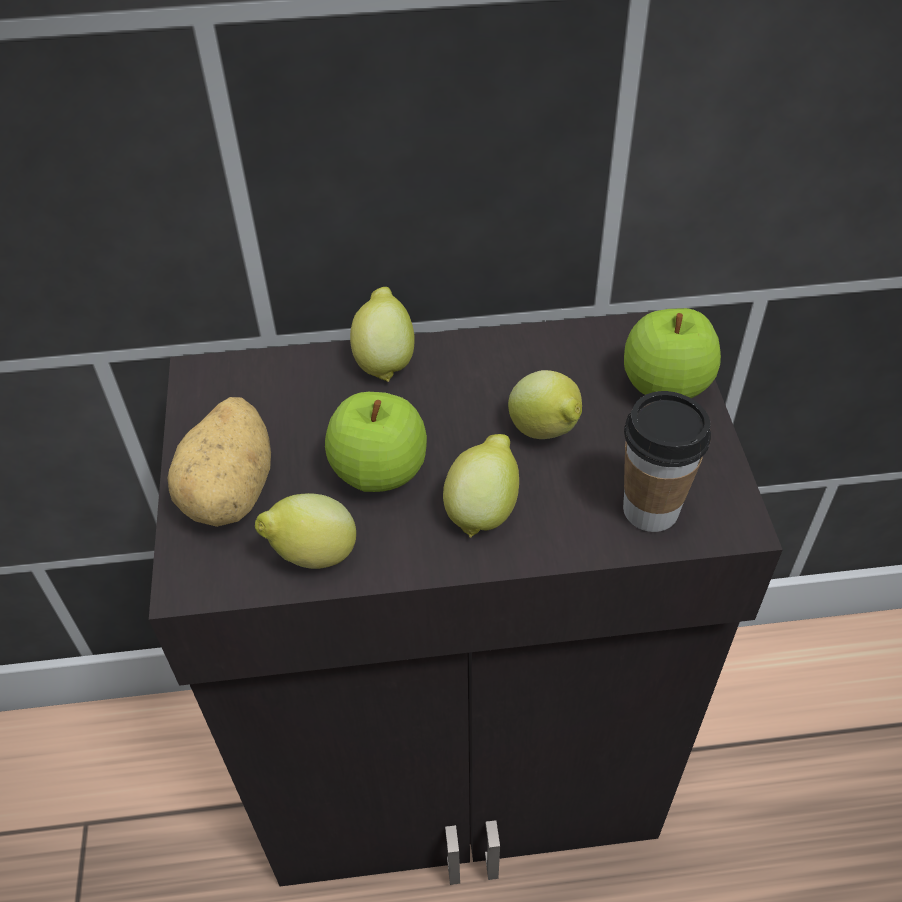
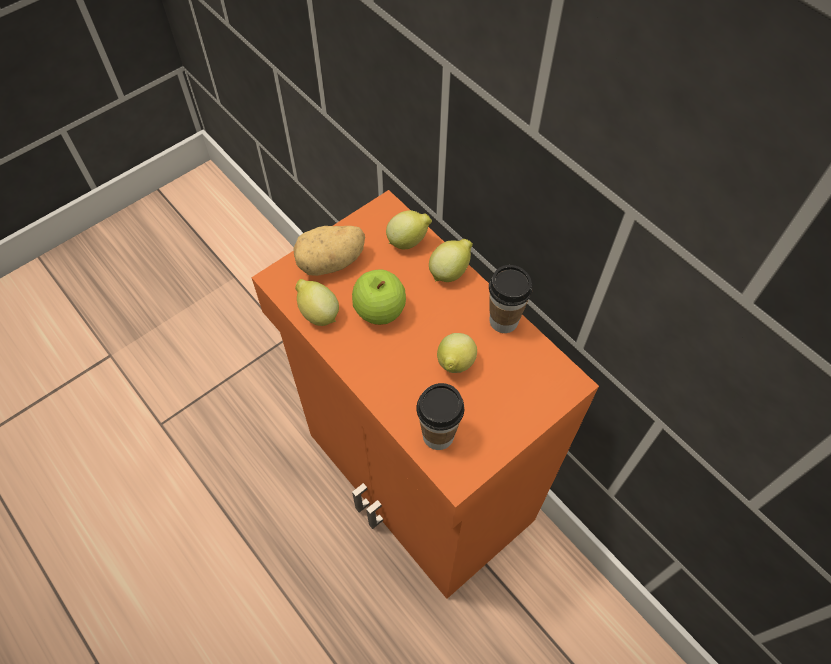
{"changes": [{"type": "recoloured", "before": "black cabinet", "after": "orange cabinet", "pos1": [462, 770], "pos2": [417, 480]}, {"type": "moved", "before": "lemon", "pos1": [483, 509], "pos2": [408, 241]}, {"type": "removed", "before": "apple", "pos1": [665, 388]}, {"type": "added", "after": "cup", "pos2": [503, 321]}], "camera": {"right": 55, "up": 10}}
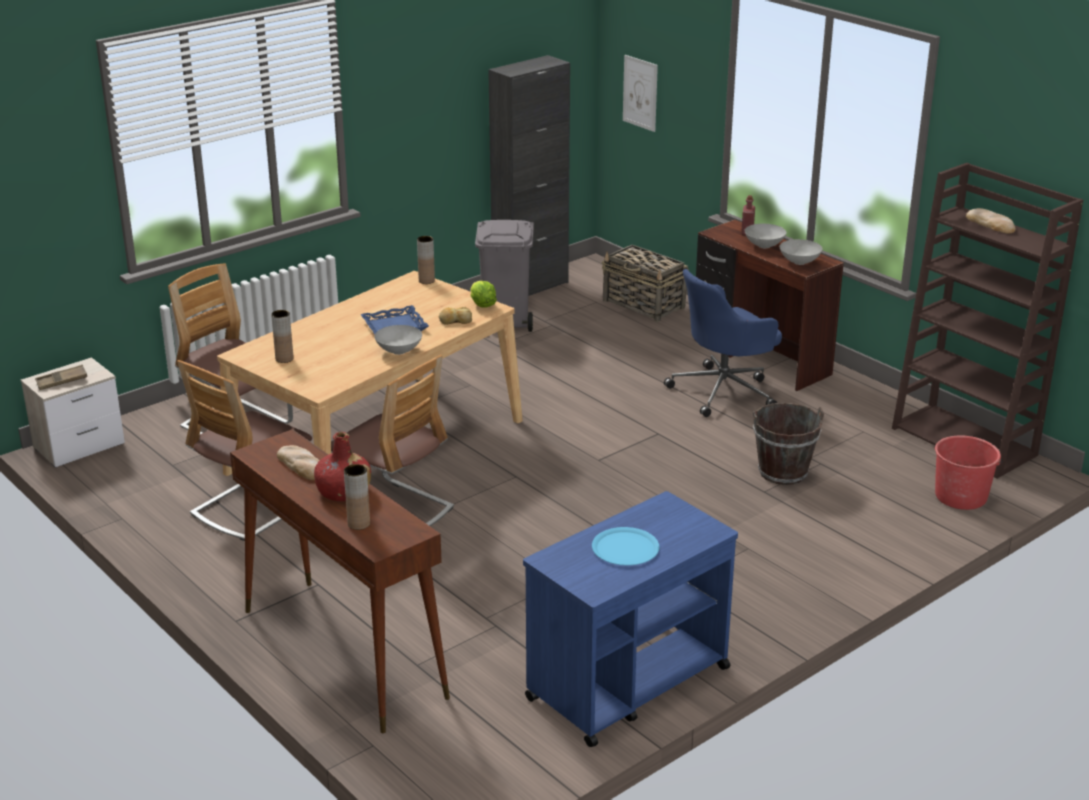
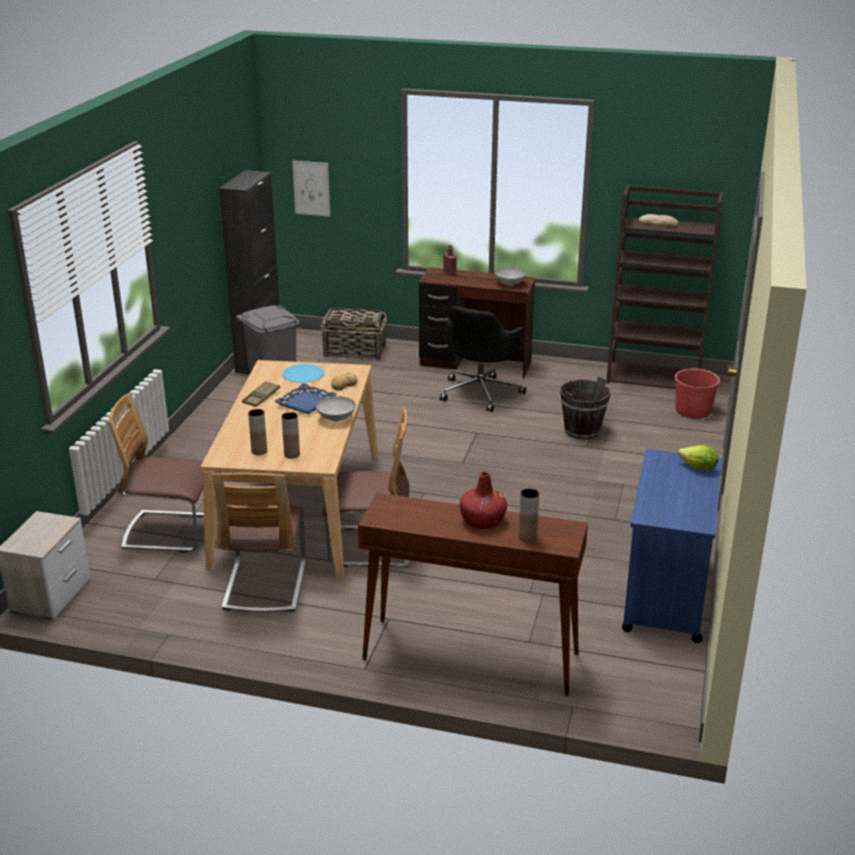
{"changes": [{"type": "moved", "before": "brown tray", "pos1": [62, 381], "pos2": [261, 397]}, {"type": "removed", "before": "bread", "pos1": [301, 466]}, {"type": "moved", "before": "brown vase", "pos1": [426, 281], "pos2": [292, 454]}, {"type": "moved", "before": "lettuce", "pos1": [482, 305], "pos2": [698, 468]}, {"type": "moved", "before": "blue plate", "pos1": [625, 548], "pos2": [303, 374]}, {"type": "recoloured", "before": "blue office chair", "after": "black office chair", "pos1": [724, 391], "pos2": [481, 392]}, {"type": "removed", "before": "grey bowl", "pos1": [763, 245]}], "camera": {"right": -35, "up": 0}}
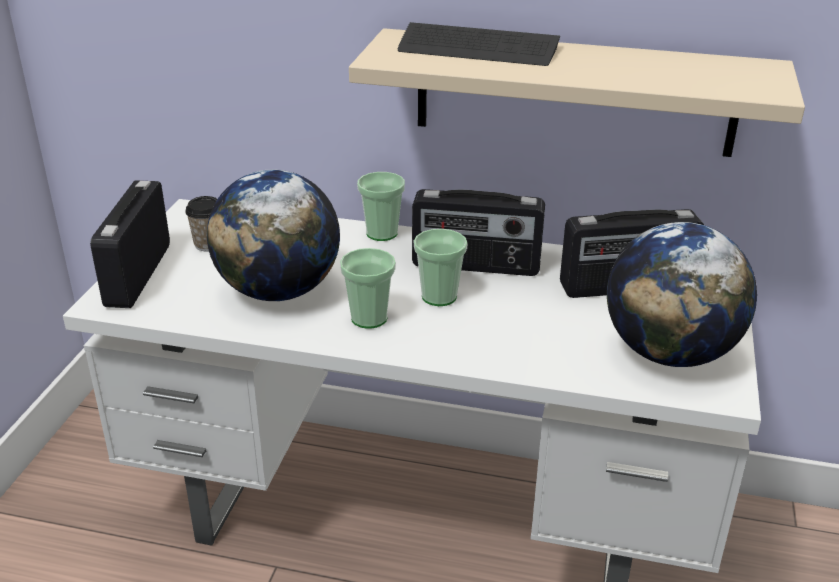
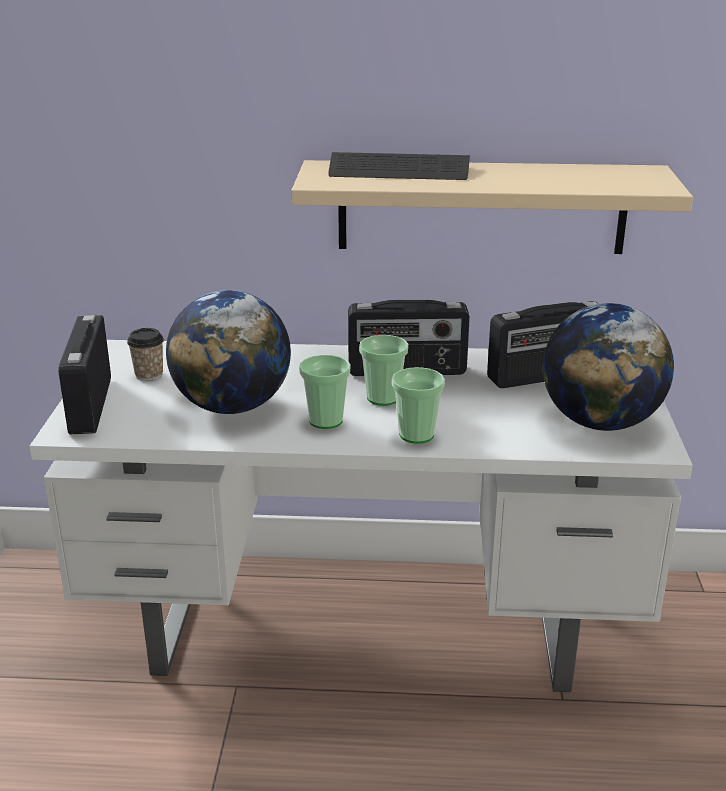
{"changes": [{"type": "moved", "before": "cup", "pos1": [382, 233], "pos2": [416, 435]}], "camera": {"right": -10, "up": -5}}
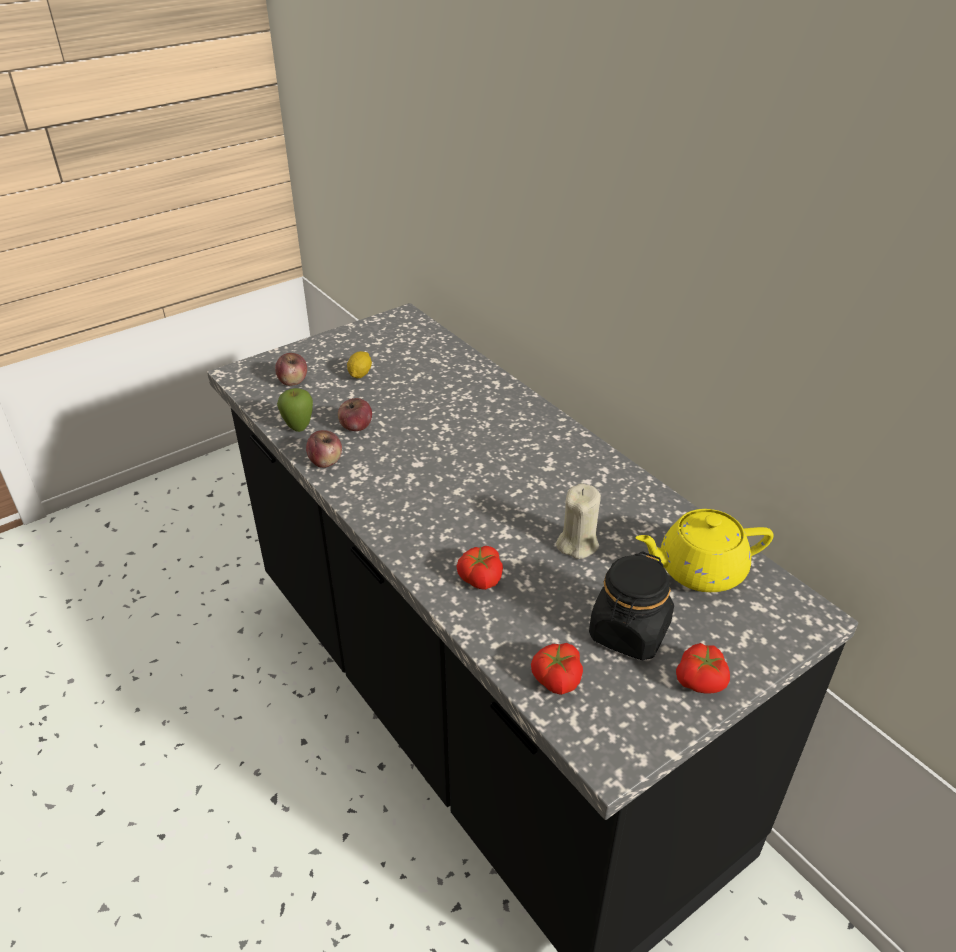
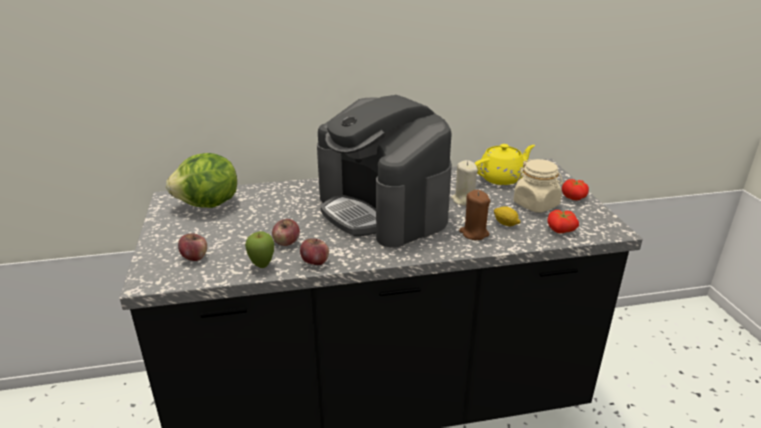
{"changes": [{"type": "moved", "before": "lemon", "pos1": [360, 374], "pos2": [505, 224]}, {"type": "replaced", "before": "tomato", "after": "brown candle", "pos1": [479, 578], "pos2": [474, 233]}, {"type": "recoloured", "before": "black jar", "after": "beige jar", "pos1": [629, 632], "pos2": [536, 204]}, {"type": "turned", "before": "yellow teapot", "pos1": [699, 570], "pos2": [502, 178], "turn": -135}, {"type": "added", "after": "lettuce", "pos2": [208, 205]}, {"type": "added", "after": "coffee machine", "pos2": [383, 210]}], "camera": {"right": -65, "up": -10}}
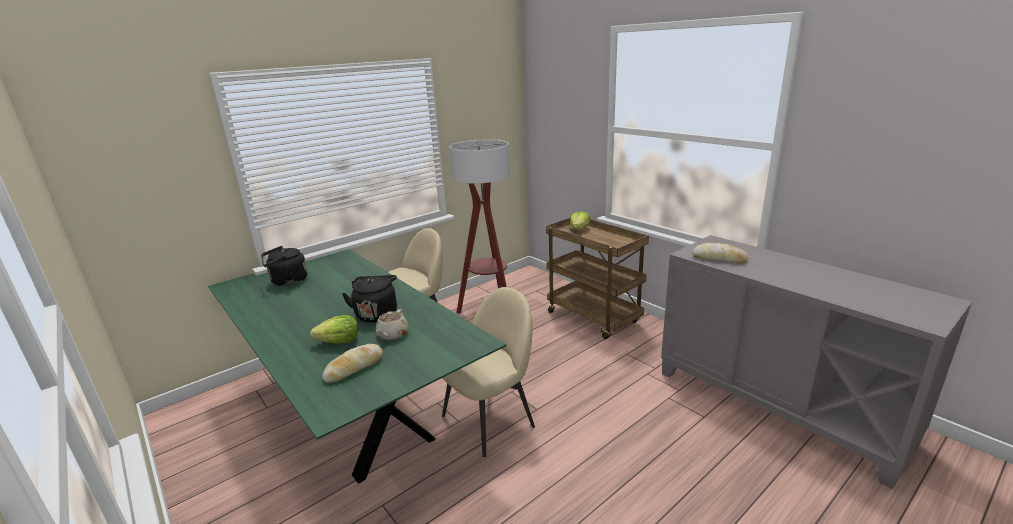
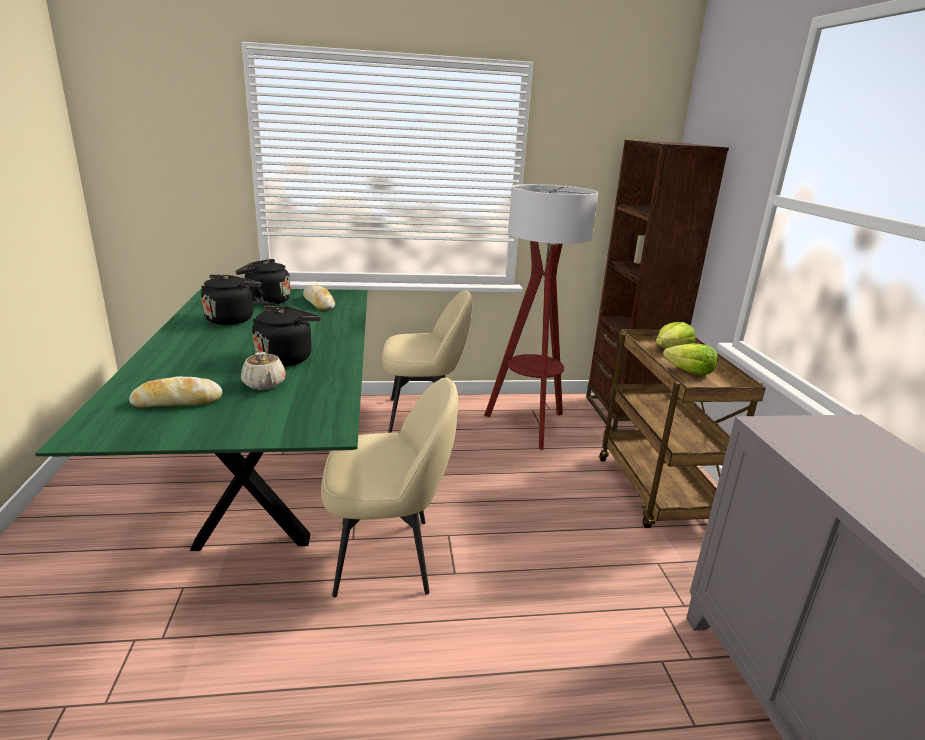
{"changes": [{"type": "moved", "before": "lettuce", "pos1": [339, 341], "pos2": [689, 372]}, {"type": "turned", "before": "beige teapot", "pos1": [392, 335], "pos2": [264, 384], "turn": -75}, {"type": "moved", "before": "bread", "pos1": [719, 258], "pos2": [319, 303]}, {"type": "added", "after": "black kettle", "pos2": [232, 319]}, {"type": "added", "after": "brown bookcase", "pos2": [624, 414]}], "camera": {"right": 30, "up": 0}}
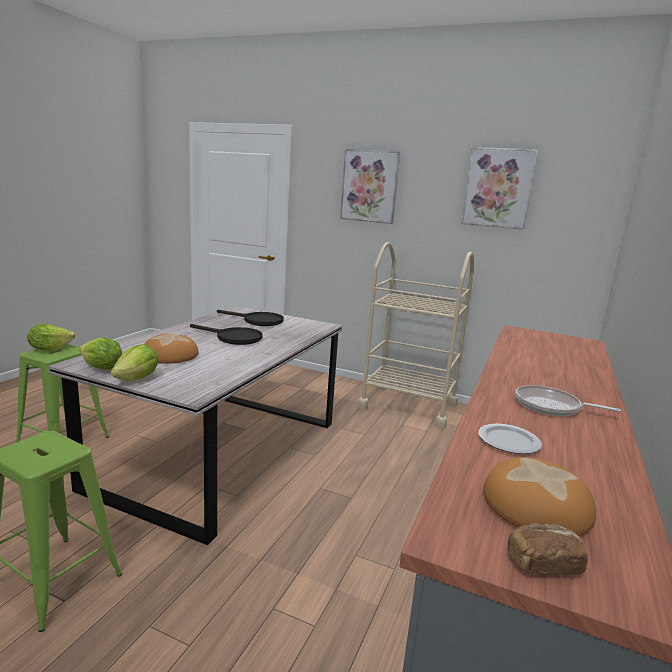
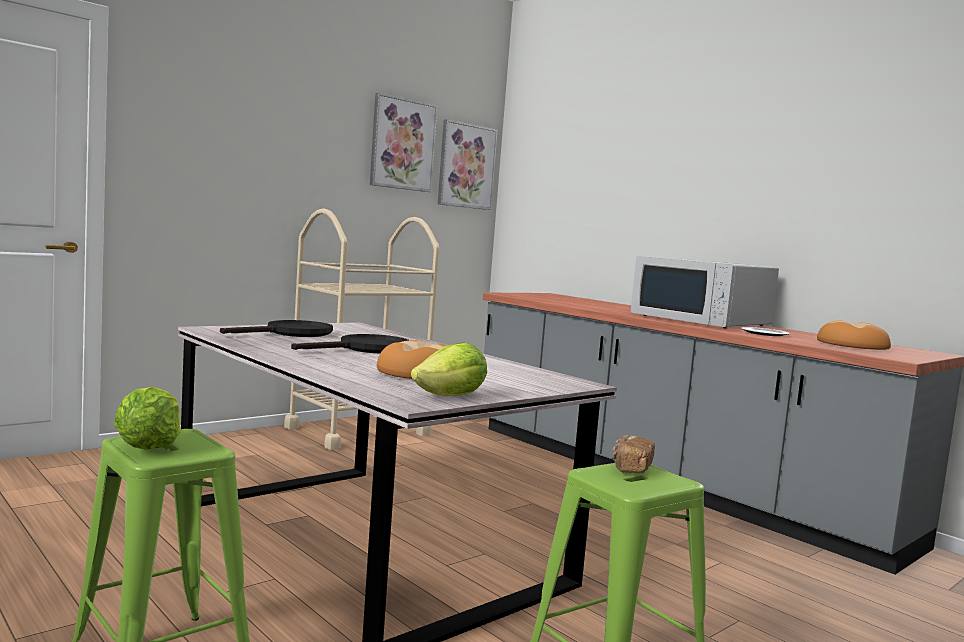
{"changes": [{"type": "removed", "before": "lettuce", "pos1": [137, 379]}, {"type": "moved", "before": "picture", "pos1": [369, 186], "pos2": [466, 166]}, {"type": "moved", "before": "bread", "pos1": [542, 563], "pos2": [631, 468]}, {"type": "replaced", "before": "frying pan", "after": "white microwave", "pos1": [551, 407], "pos2": [701, 321]}], "camera": {"right": -65, "up": -10}}
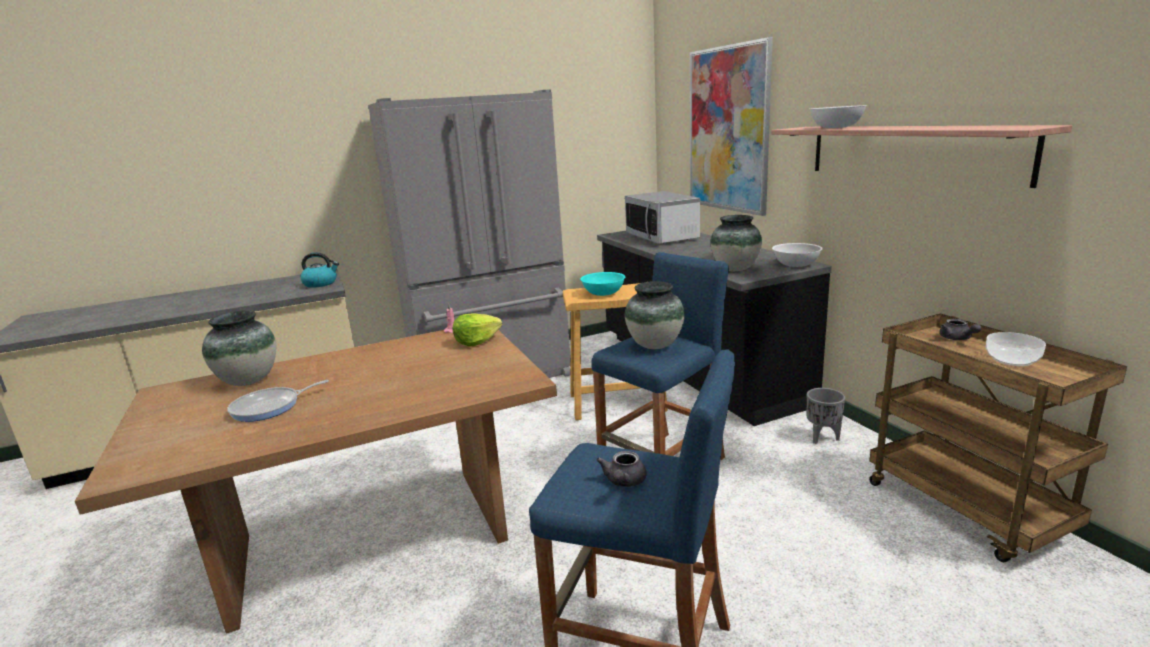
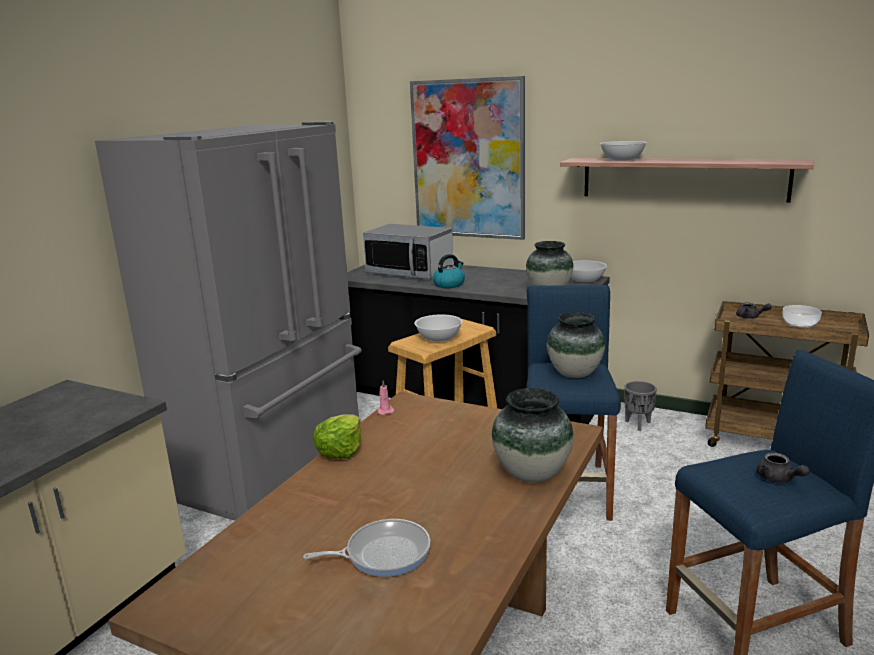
{"changes": [{"type": "moved", "before": "vase", "pos1": [248, 381], "pos2": [532, 475]}, {"type": "turned", "before": "frying pan", "pos1": [270, 407], "pos2": [383, 553], "turn": -120}, {"type": "moved", "before": "kettle", "pos1": [321, 283], "pos2": [449, 284]}, {"type": "moved", "before": "lettuce", "pos1": [476, 341], "pos2": [340, 450]}, {"type": "recoloured", "before": "turquoise bowl", "after": "white bowl", "pos1": [604, 293], "pos2": [439, 338]}], "camera": {"right": -40, "up": 0}}
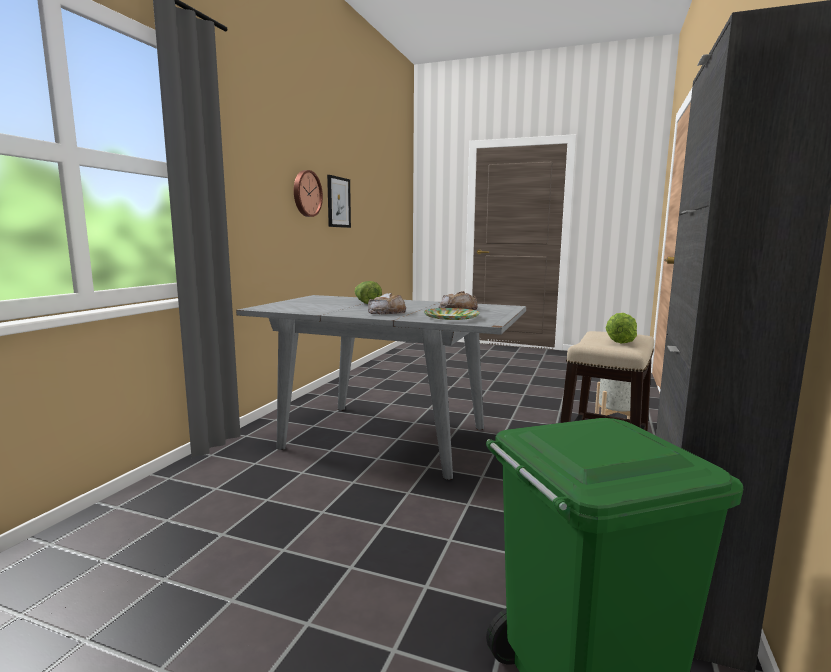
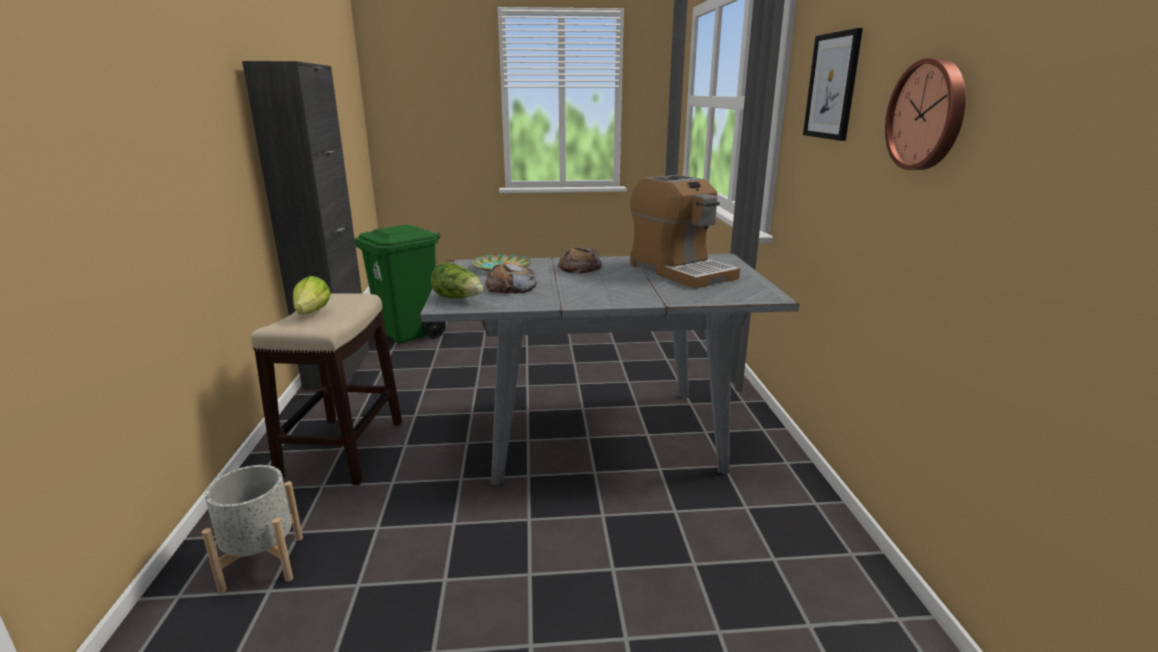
{"changes": [{"type": "moved", "before": "picture", "pos1": [338, 202], "pos2": [832, 86]}, {"type": "moved", "before": "lettuce", "pos1": [366, 303], "pos2": [459, 298]}, {"type": "added", "after": "coffee machine", "pos2": [680, 271]}], "camera": {"right": 155, "up": 10}}
